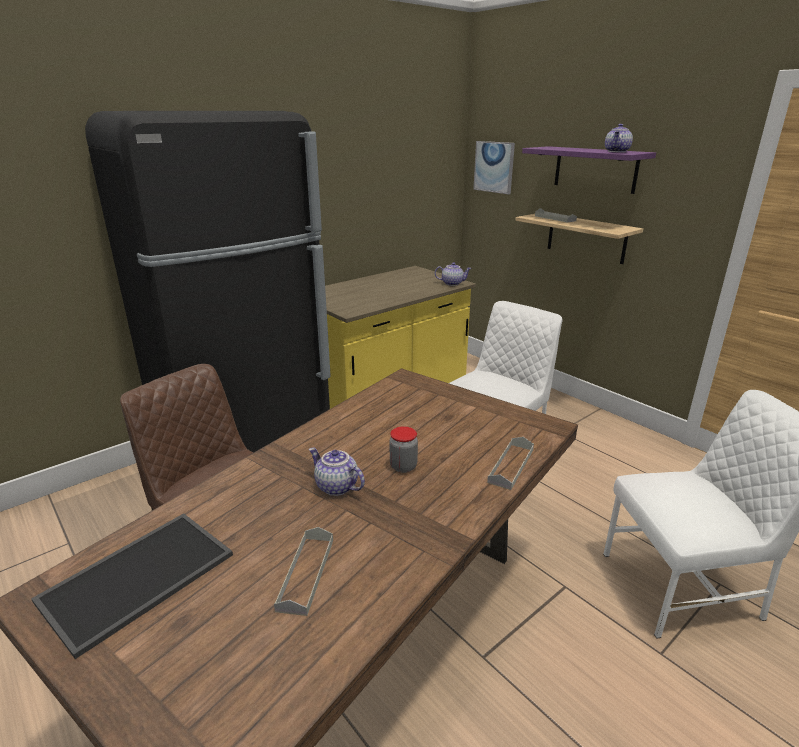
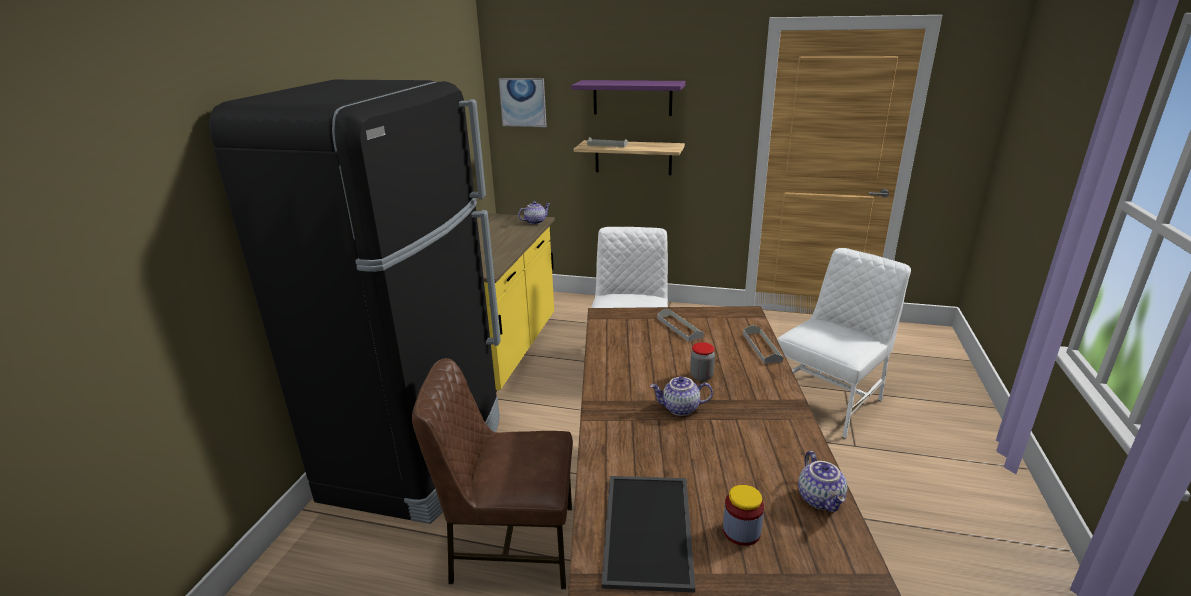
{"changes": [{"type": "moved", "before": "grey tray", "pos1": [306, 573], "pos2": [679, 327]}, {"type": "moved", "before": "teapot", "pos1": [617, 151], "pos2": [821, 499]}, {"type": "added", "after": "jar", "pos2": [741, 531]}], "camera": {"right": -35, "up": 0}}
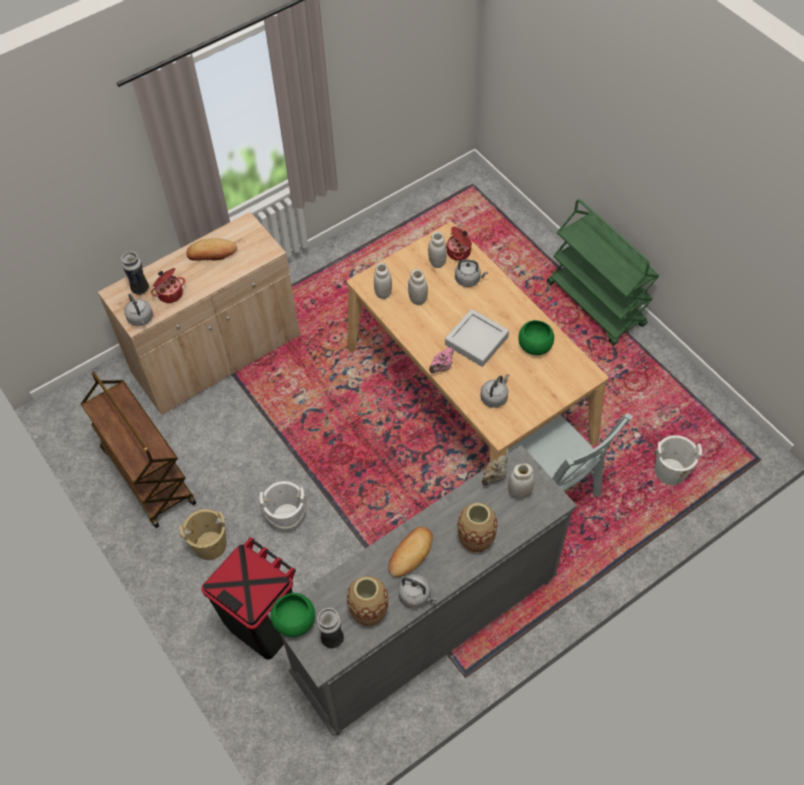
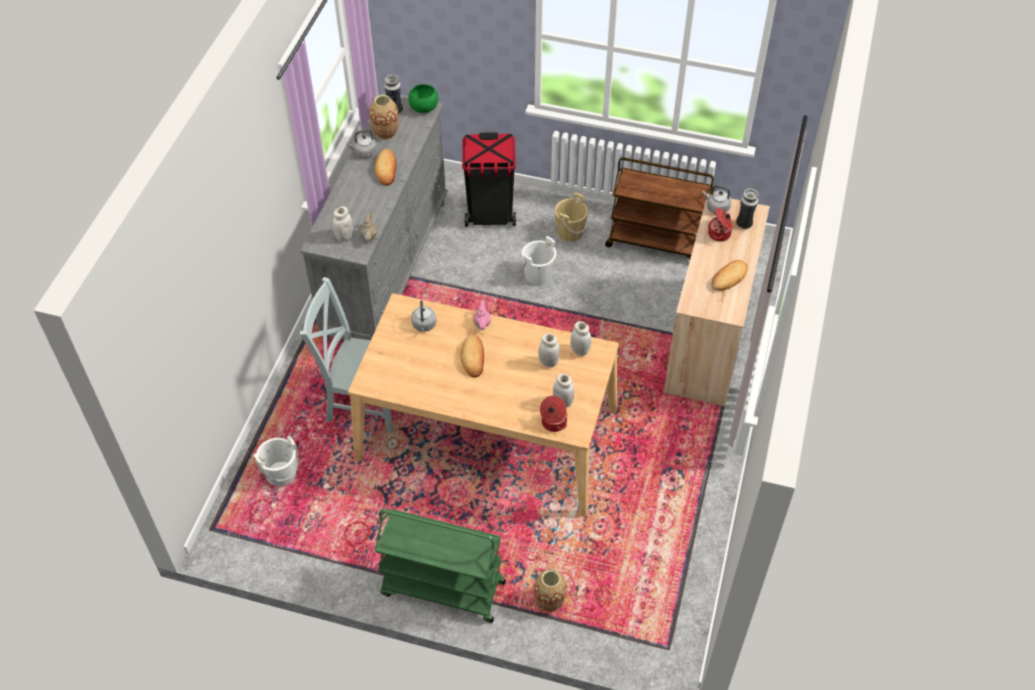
{"changes": [{"type": "replaced", "before": "grey tray", "after": "bread", "pos1": [476, 340], "pos2": [473, 358]}, {"type": "removed", "before": "grey kettle", "pos1": [469, 279]}, {"type": "moved", "before": "vase", "pos1": [476, 539], "pos2": [549, 600]}, {"type": "removed", "before": "green bowl", "pos1": [535, 345]}], "camera": {"right": 140, "up": -5}}
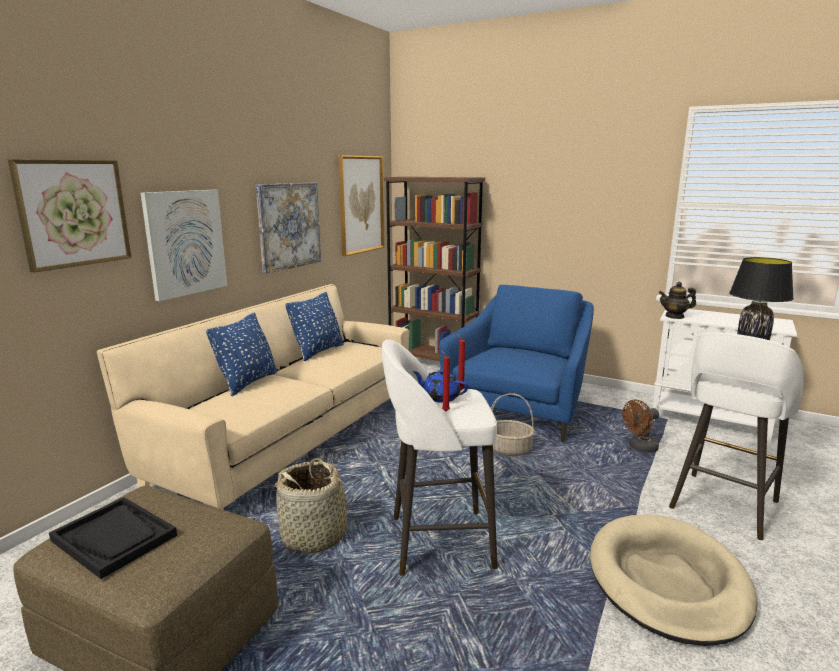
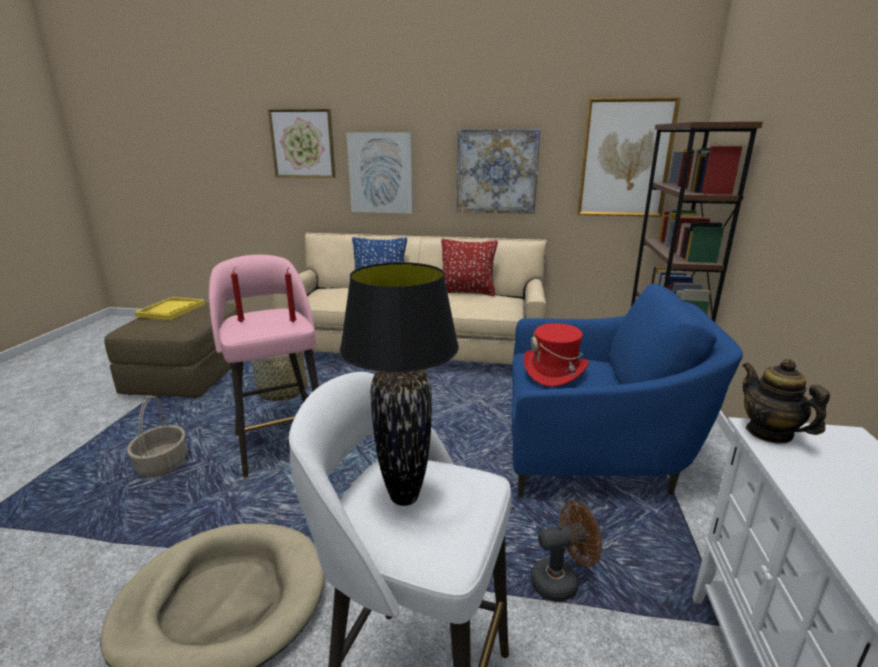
{"changes": [{"type": "recoloured", "before": "black tray", "after": "yellow tray", "pos1": [114, 538], "pos2": [171, 310]}, {"type": "recoloured", "before": "blue pillow", "after": "red pillow", "pos1": [318, 351], "pos2": [467, 292]}, {"type": "recoloured", "before": "white stool", "after": "pink stool", "pos1": [437, 542], "pos2": [280, 442]}, {"type": "removed", "before": "blue teapot", "pos1": [440, 397]}, {"type": "moved", "before": "basket", "pos1": [509, 449], "pos2": [162, 464]}, {"type": "turned", "before": "brown fan", "pos1": [639, 448], "pos2": [561, 581], "turn": 120}, {"type": "added", "after": "red hat", "pos2": [555, 371]}], "camera": {"right": 70, "up": 5}}
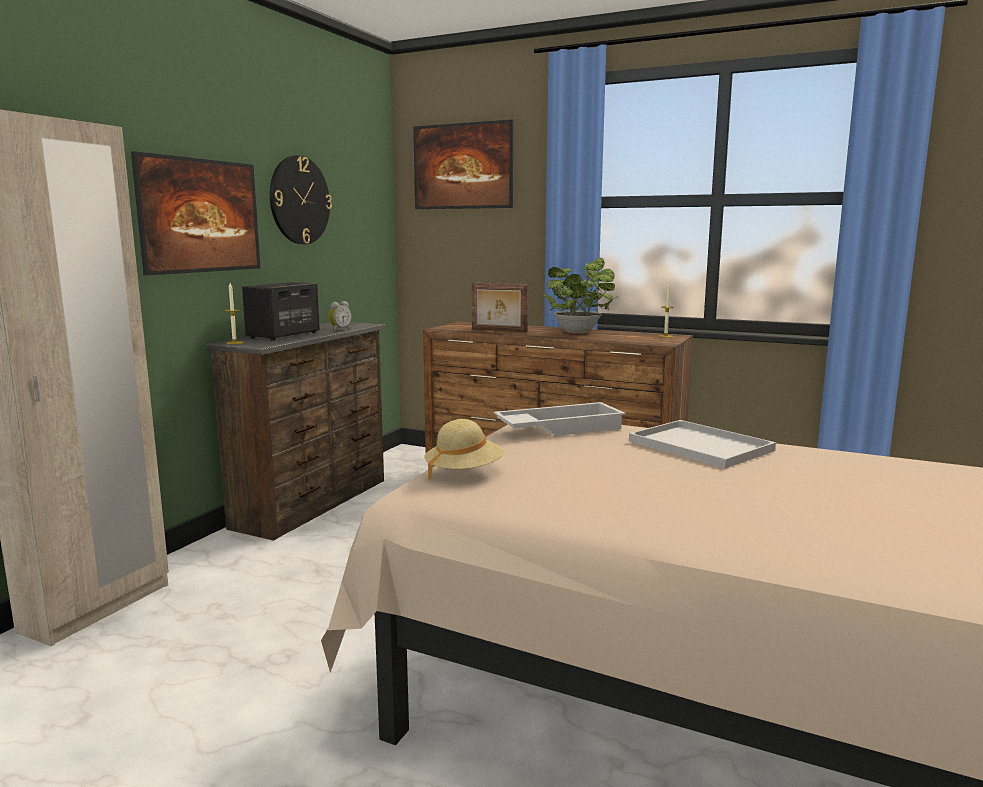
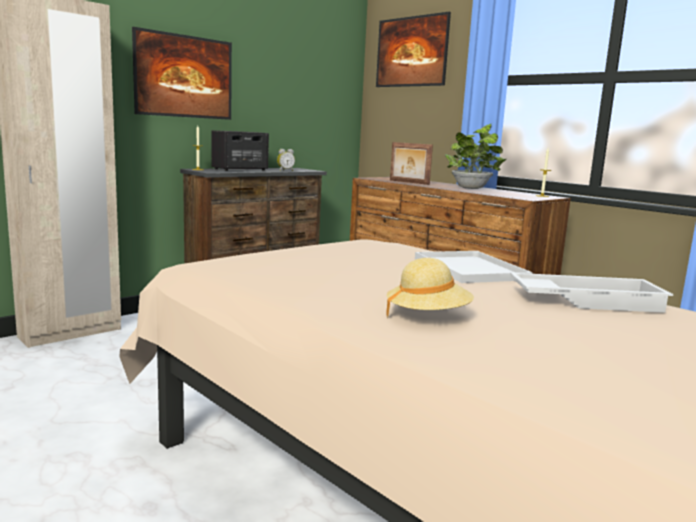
{"changes": [{"type": "removed", "before": "wall clock", "pos1": [299, 200]}, {"type": "moved", "before": "beige hat", "pos1": [464, 473], "pos2": [427, 316]}, {"type": "moved", "before": "white tray", "pos1": [559, 428], "pos2": [586, 301]}], "camera": {"right": 20, "up": 0}}
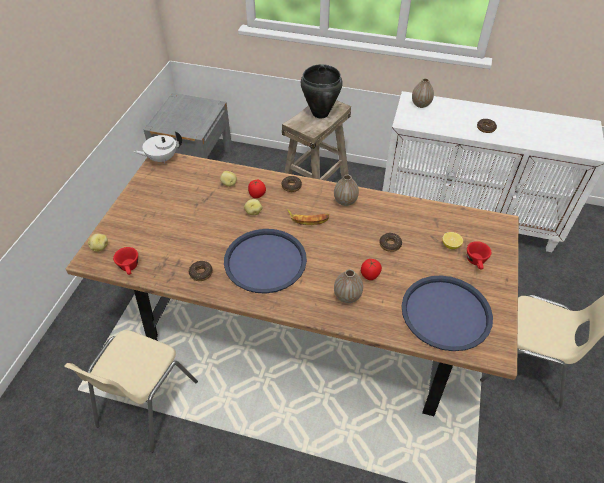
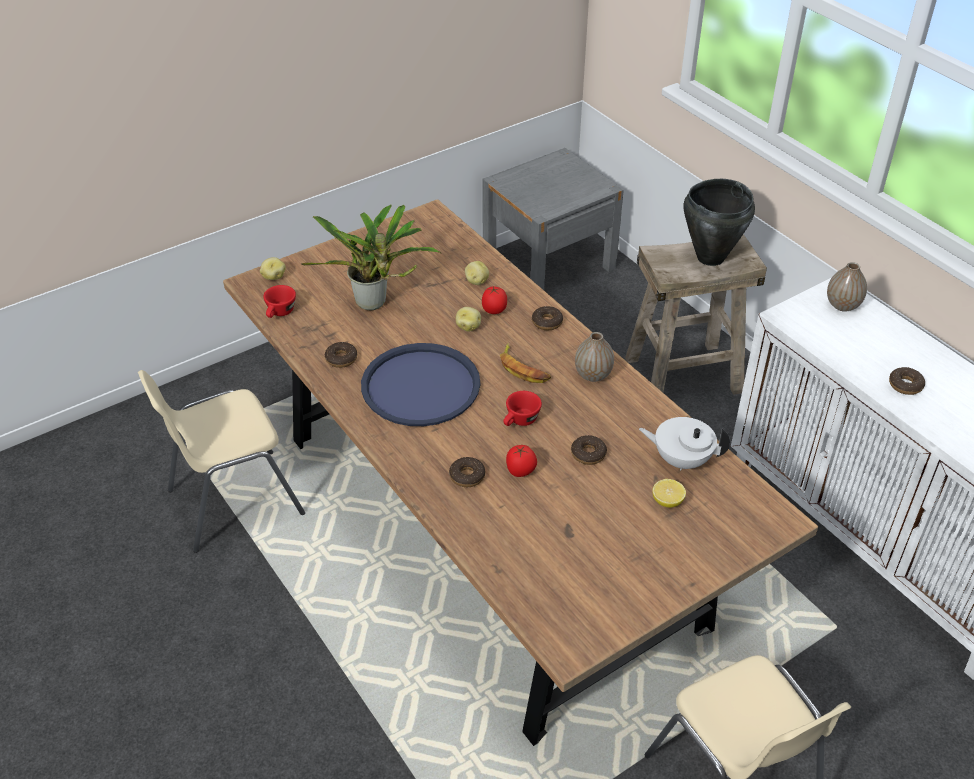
{"changes": [{"type": "moved", "before": "white teapot", "pos1": [162, 158], "pos2": [681, 459]}, {"type": "replaced", "before": "vase", "after": "donut", "pos1": [347, 296], "pos2": [467, 476]}, {"type": "removed", "before": "blue tray", "pos1": [445, 313]}, {"type": "moved", "before": "red cup", "pos1": [476, 262], "pos2": [520, 421]}, {"type": "added", "after": "potted plant", "pos2": [375, 304]}], "camera": {"right": 40, "up": -5}}
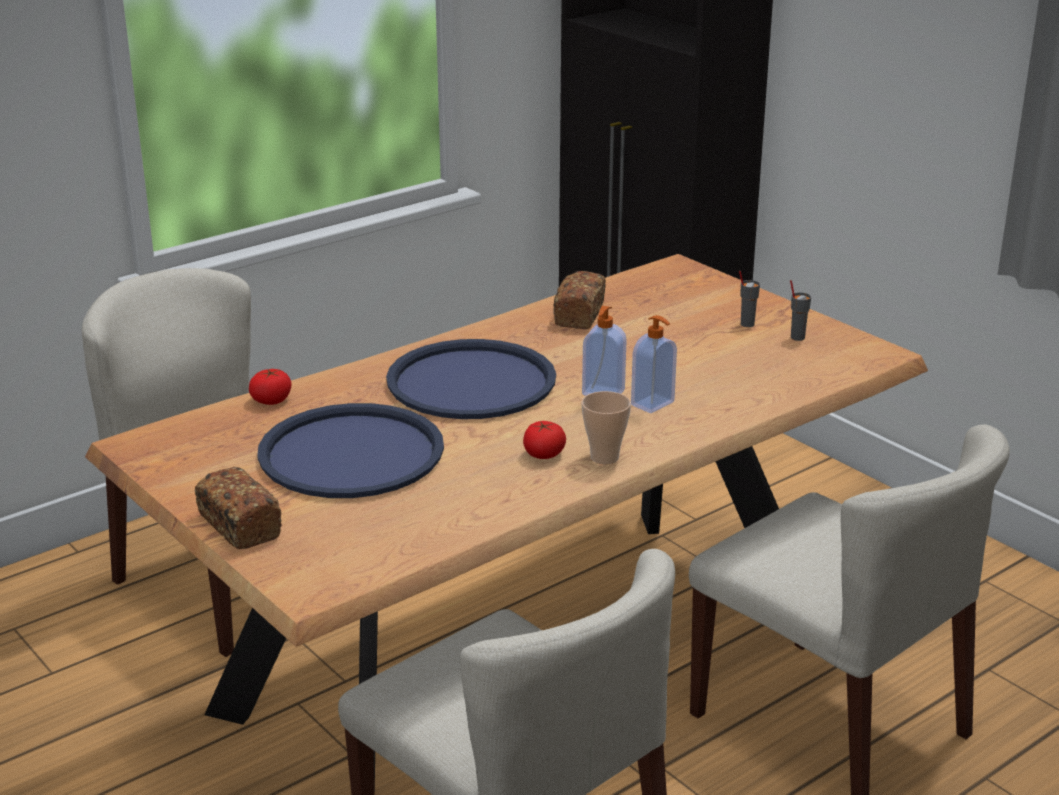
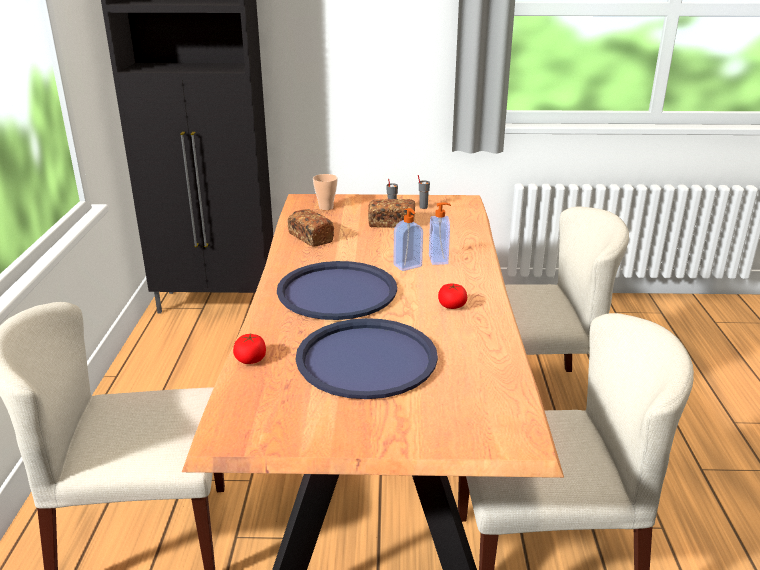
{"changes": [{"type": "moved", "before": "bread", "pos1": [239, 525], "pos2": [391, 223]}, {"type": "moved", "before": "cup", "pos1": [604, 457], "pos2": [326, 207]}], "camera": {"right": -50, "up": 0}}
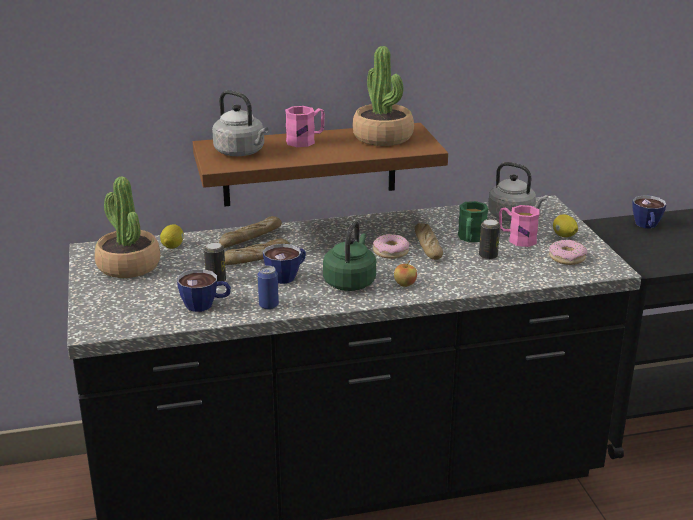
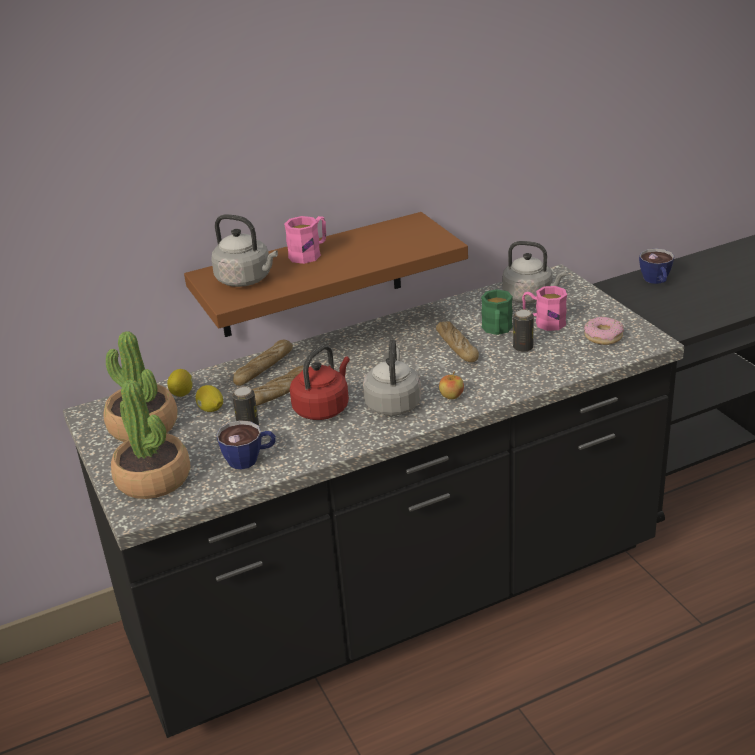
{"changes": [{"type": "removed", "before": "can", "pos1": [268, 305]}, {"type": "replaced", "before": "cup", "after": "red kettle", "pos1": [287, 276], "pos2": [323, 408]}, {"type": "recoloured", "before": "green kettle", "after": "grey kettle", "pos1": [350, 282], "pos2": [393, 403]}, {"type": "moved", "before": "potted plant", "pos1": [383, 137], "pos2": [154, 479]}, {"type": "removed", "before": "donut", "pos1": [390, 252]}, {"type": "moved", "before": "lemon", "pos1": [564, 236], "pos2": [211, 410]}], "camera": {"right": -10, "up": 5}}
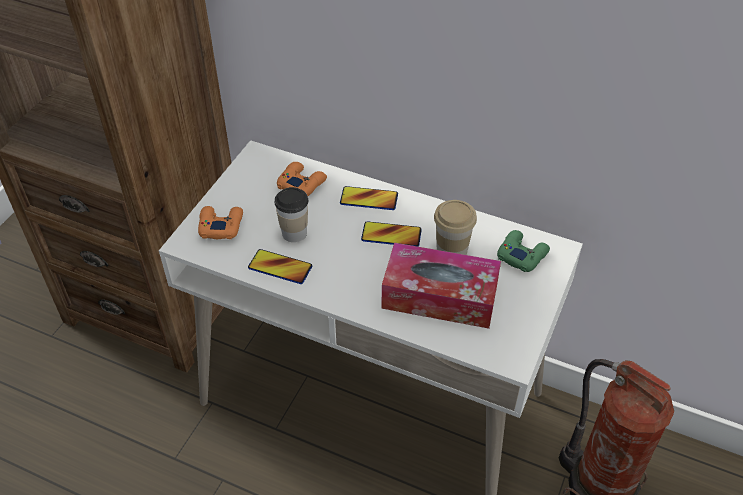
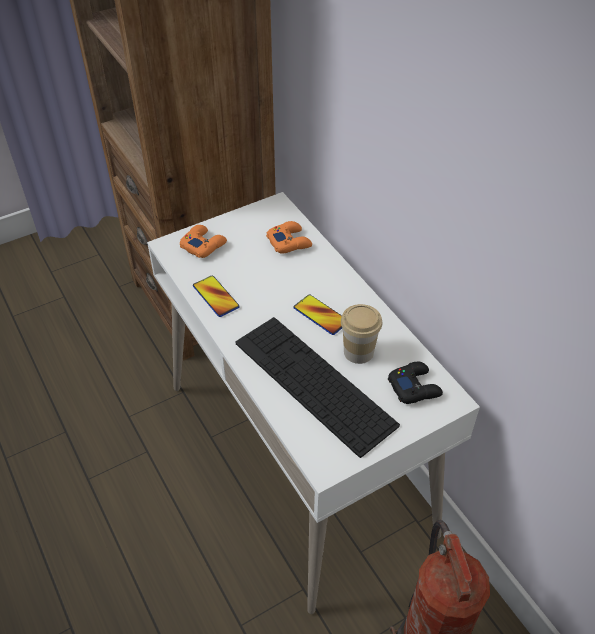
{"changes": [{"type": "removed", "before": "cup", "pos1": [294, 233]}, {"type": "removed", "before": "phone", "pos1": [369, 199]}, {"type": "replaced", "before": "tissue box", "after": "keyboard", "pos1": [439, 296], "pos2": [313, 383]}, {"type": "recoloured", "before": "green game controller", "after": "black game controller", "pos1": [521, 254], "pos2": [414, 387]}], "camera": {"right": 35, "up": 0}}
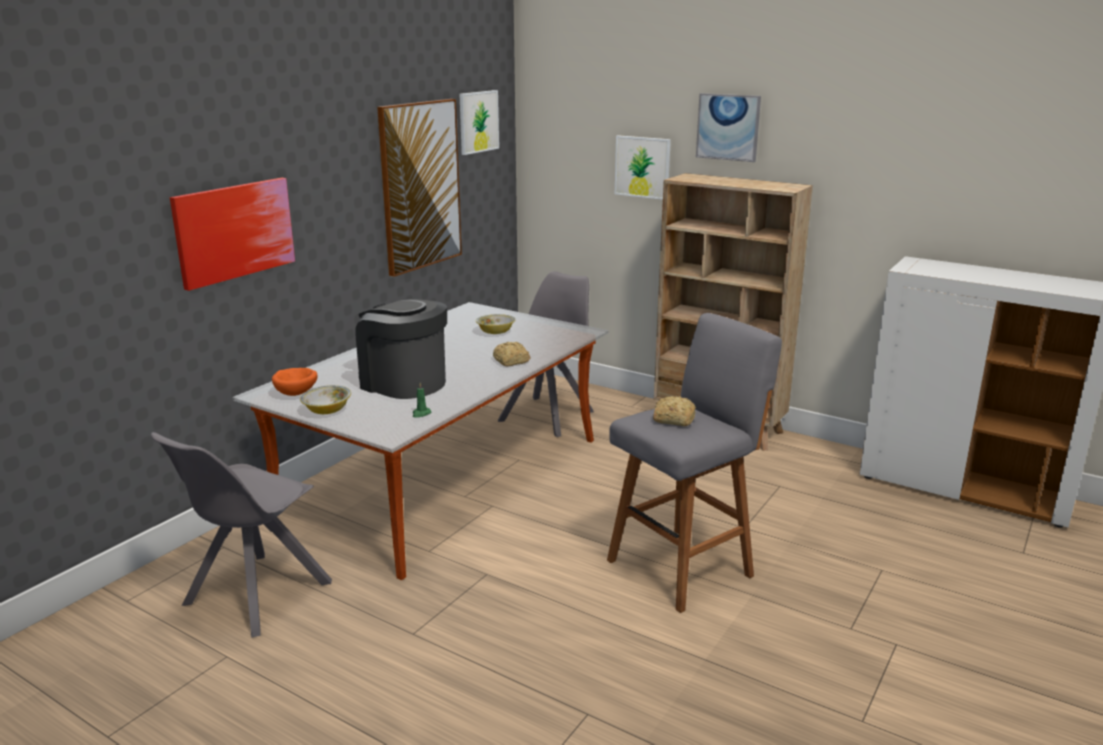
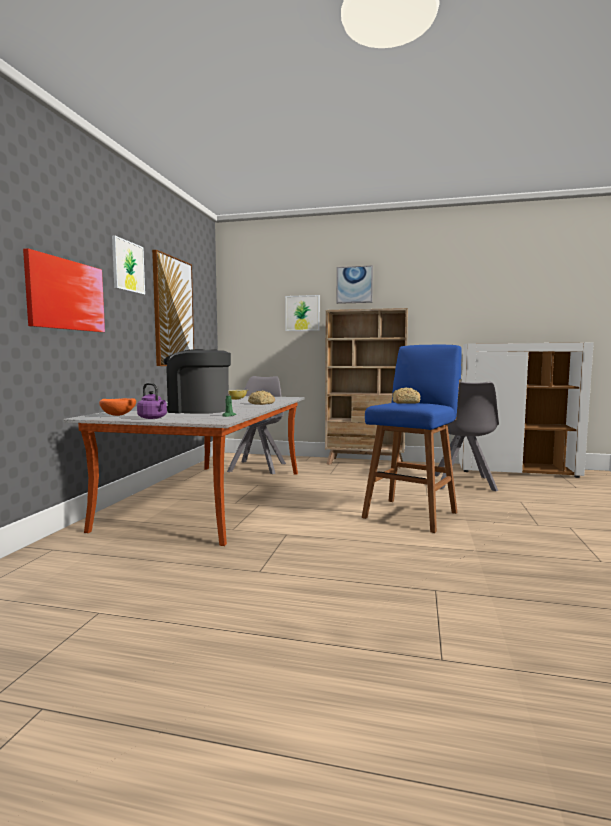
{"changes": [{"type": "moved", "before": "grey chair", "pos1": [254, 595], "pos2": [463, 483]}, {"type": "replaced", "before": "bowl", "after": "purple kettle", "pos1": [327, 410], "pos2": [153, 418]}, {"type": "moved", "before": "picture", "pos1": [478, 122], "pos2": [128, 266]}, {"type": "recoloured", "before": "grey stool", "after": "blue stool", "pos1": [683, 566], "pos2": [411, 514]}], "camera": {"right": -20, "up": -15}}
